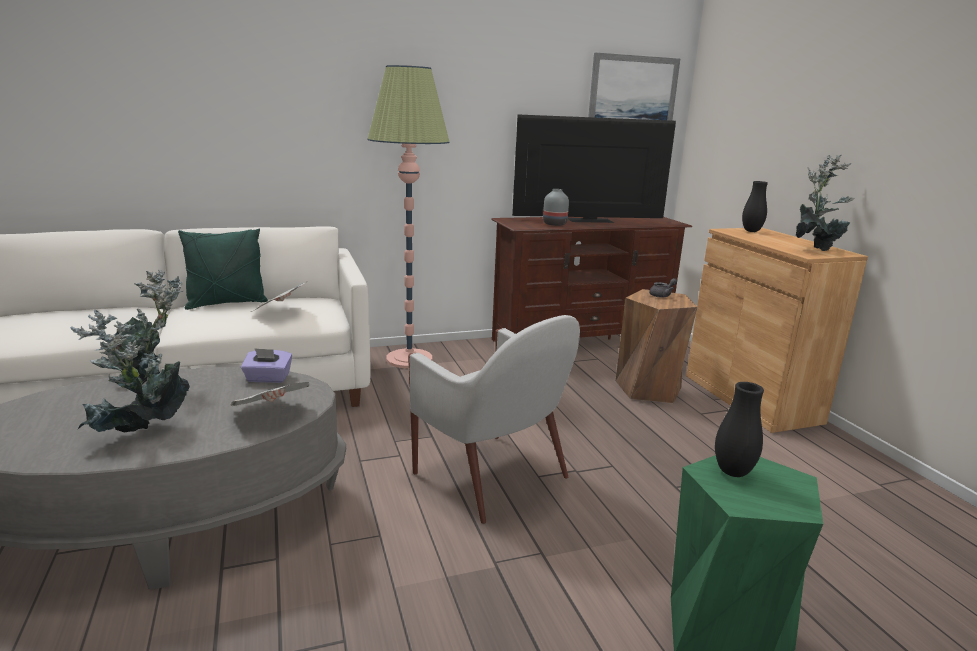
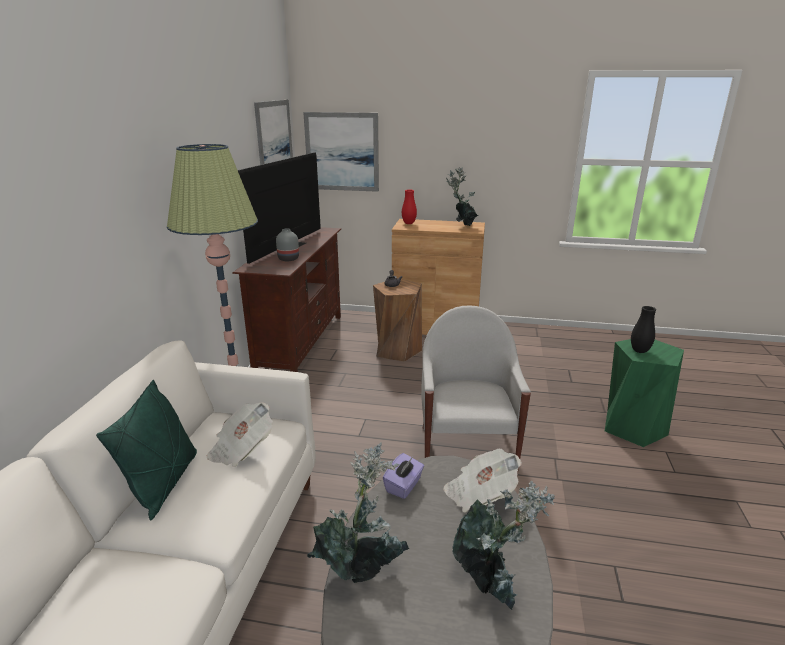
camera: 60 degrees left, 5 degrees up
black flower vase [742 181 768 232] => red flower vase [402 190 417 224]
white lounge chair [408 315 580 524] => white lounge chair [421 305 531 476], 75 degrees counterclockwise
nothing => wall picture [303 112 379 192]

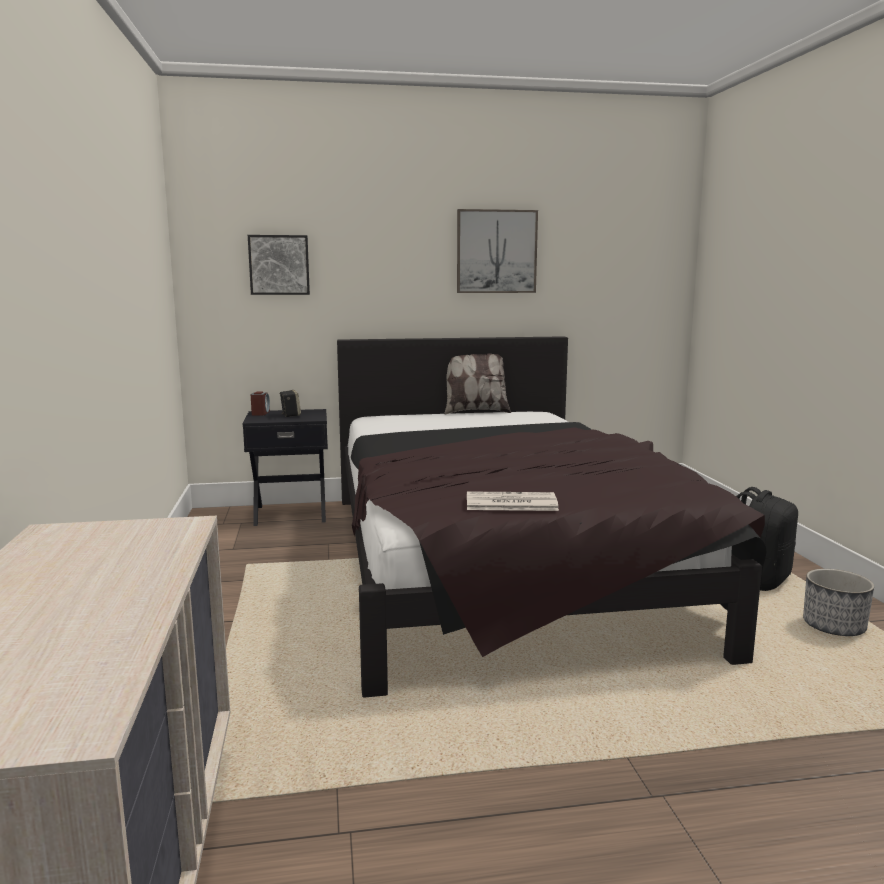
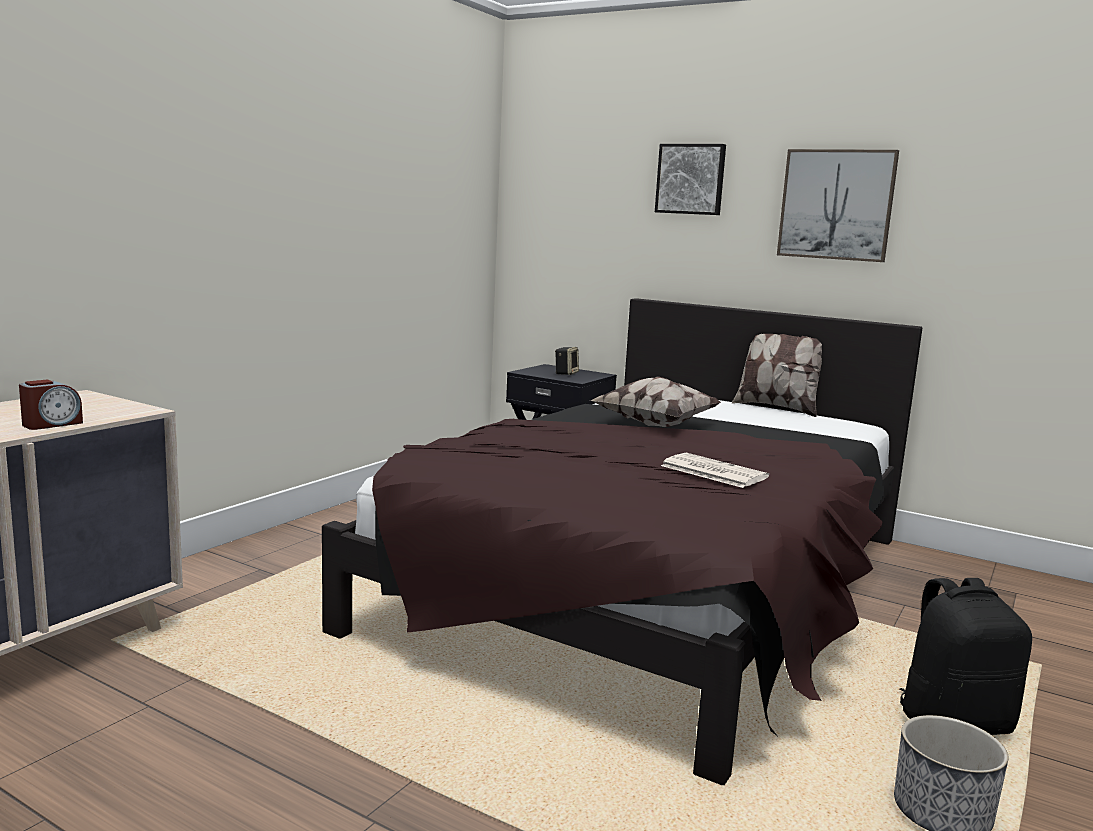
camera: 40 degrees right, 0 degrees up
wall picture [248 235 310 295] => wall picture [655 144 726 215], relocated
bedside clock [251 392 270 416] => bedside clock [19 379 83 430], relocated
newspaper [467 491 559 511] => newspaper [661 453 769 488], relocated
nothing => cushion [589 377 721 427]

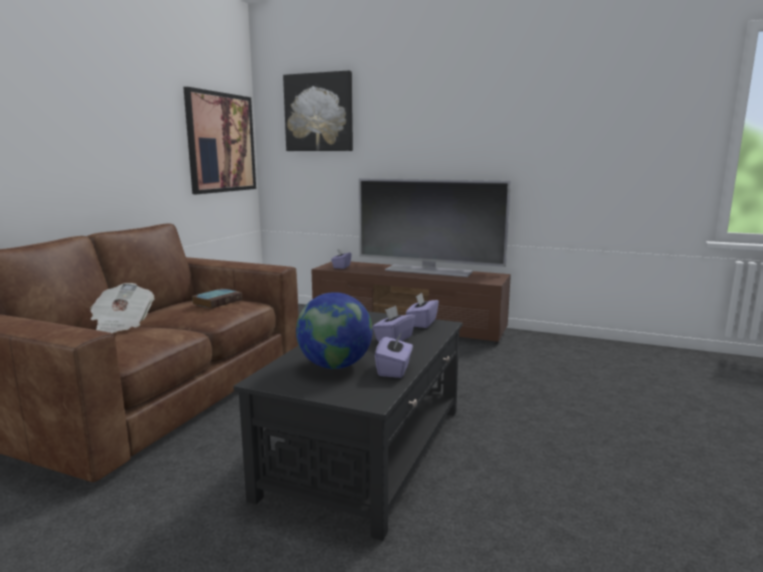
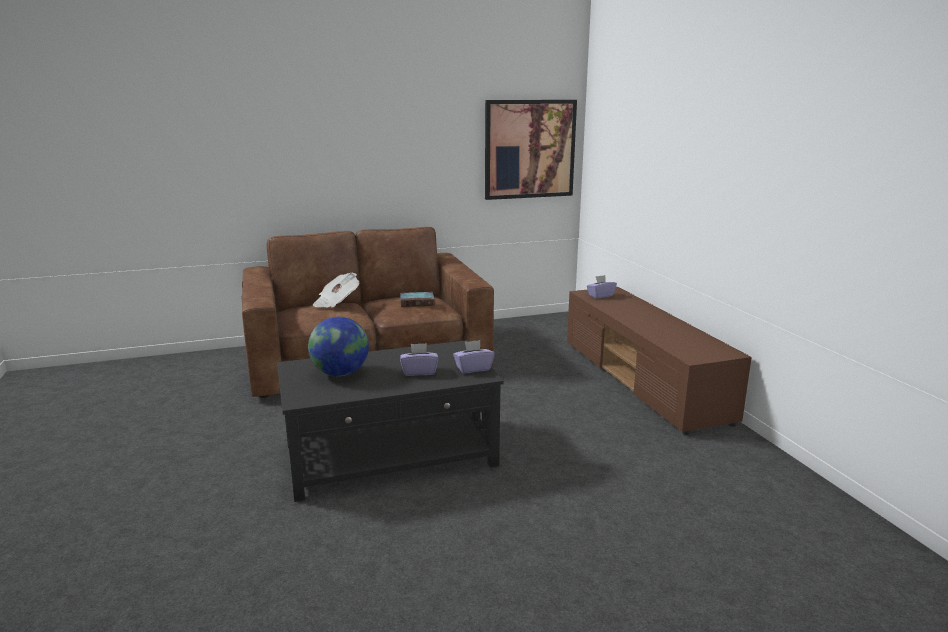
camera: 50 degrees right, 5 degrees up
wall picture [283 70 353 151] => nothing
TV set [359 178 511 277] => nothing
purple-coloured box of tissues [375 332 413 378] => nothing

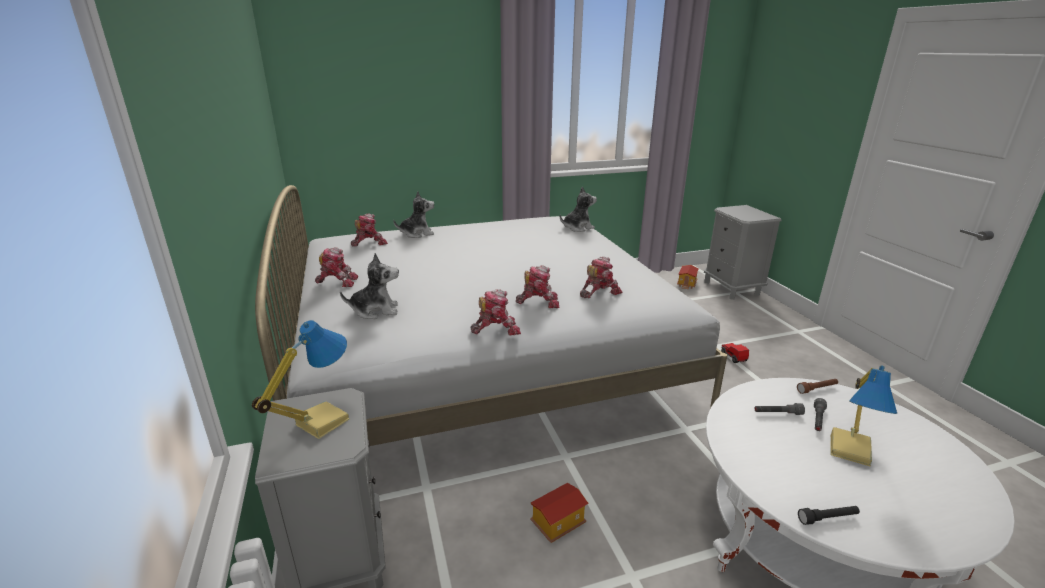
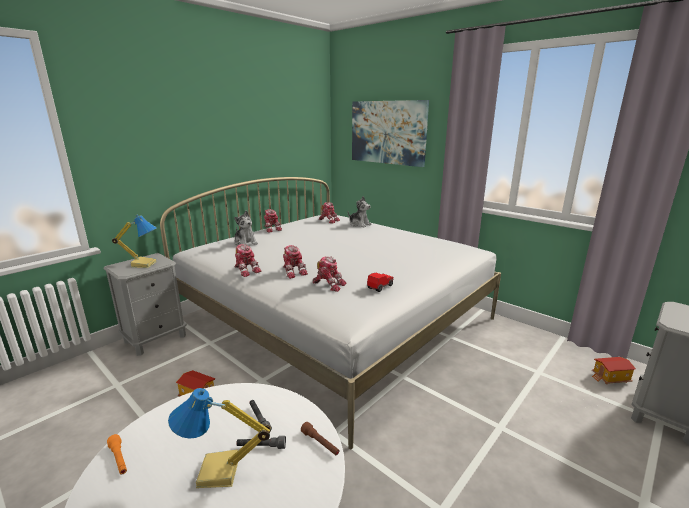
camera: 60 degrees right, 5 degrees down
soft toy [560 186 597 232] => nothing
model car [721 343 749 363] => model car [367 273 394 292], relocated
black torch [798 506 860 525] => orange-coloured torch [107 434 127 475]
nothing => wall picture [352 100 429 167]

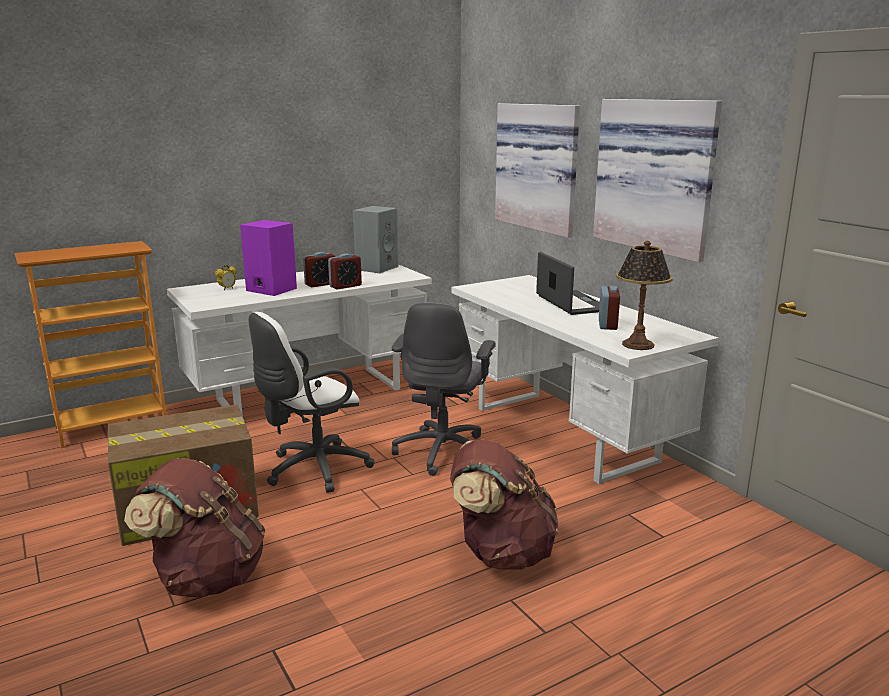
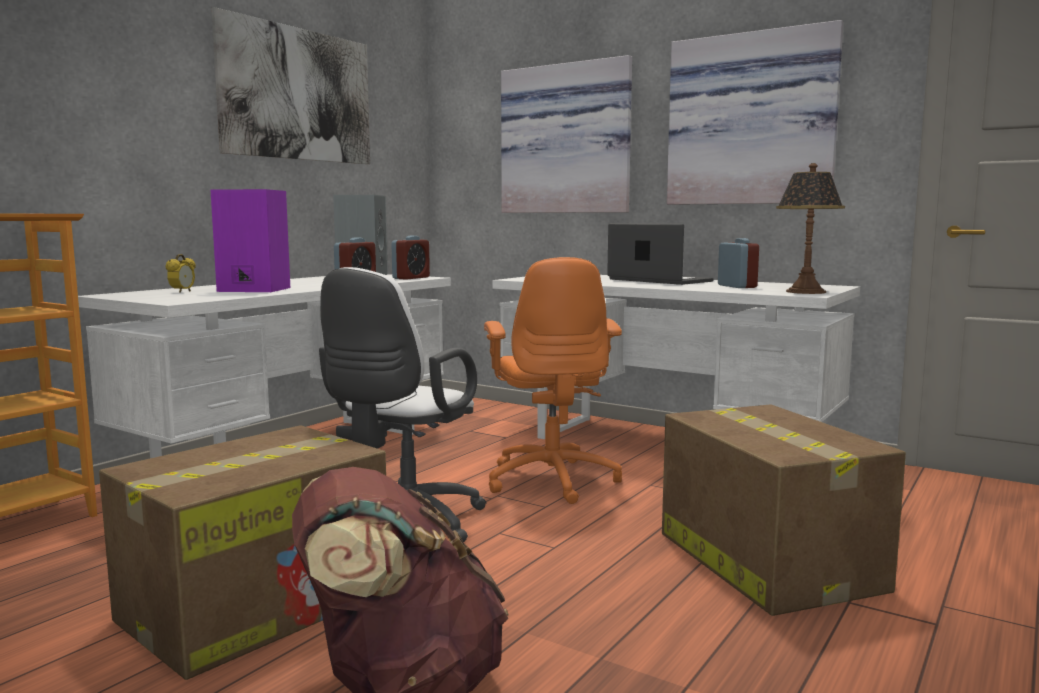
camera: 25 degrees left, 10 degrees down
bedside clock [303 252 335 287] => bedside clock [391 236 430 280], relocated
grey office chair [392 302 496 476] => orange-coloured office chair [484 257 622 504]
brownish backpack [450 439 559 570] => packing box [662 404 906 616]
nothing => wall picture [211 7 370 164]

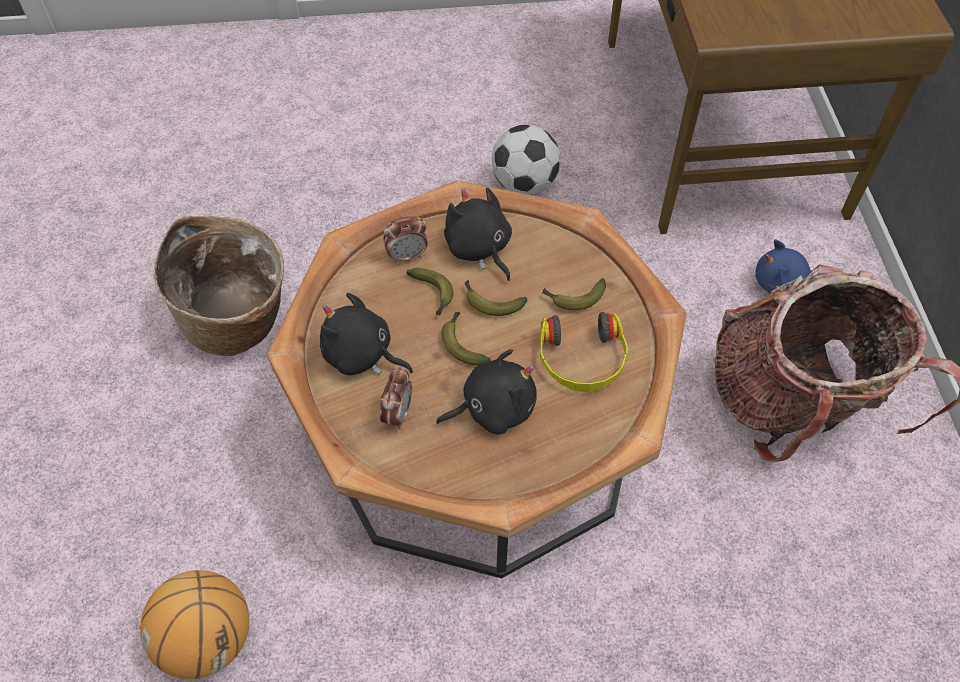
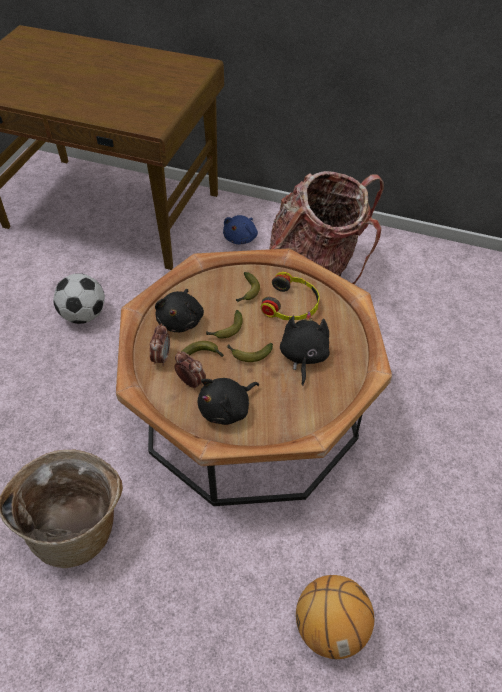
camera: 65 degrees left, 5 degrees down
black soft toy [444 188 512 281] => black soft toy [155 289 204 332], 75 degrees counterclockwise
bedside clock [380 367 412 429] => bedside clock [174 351 206 390], relocated

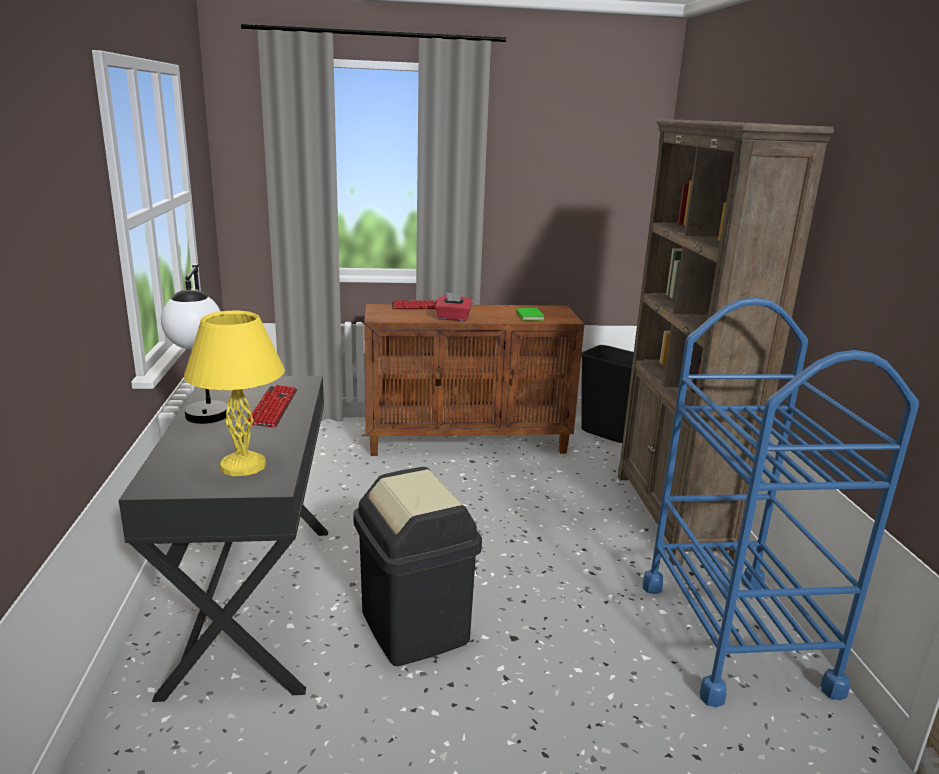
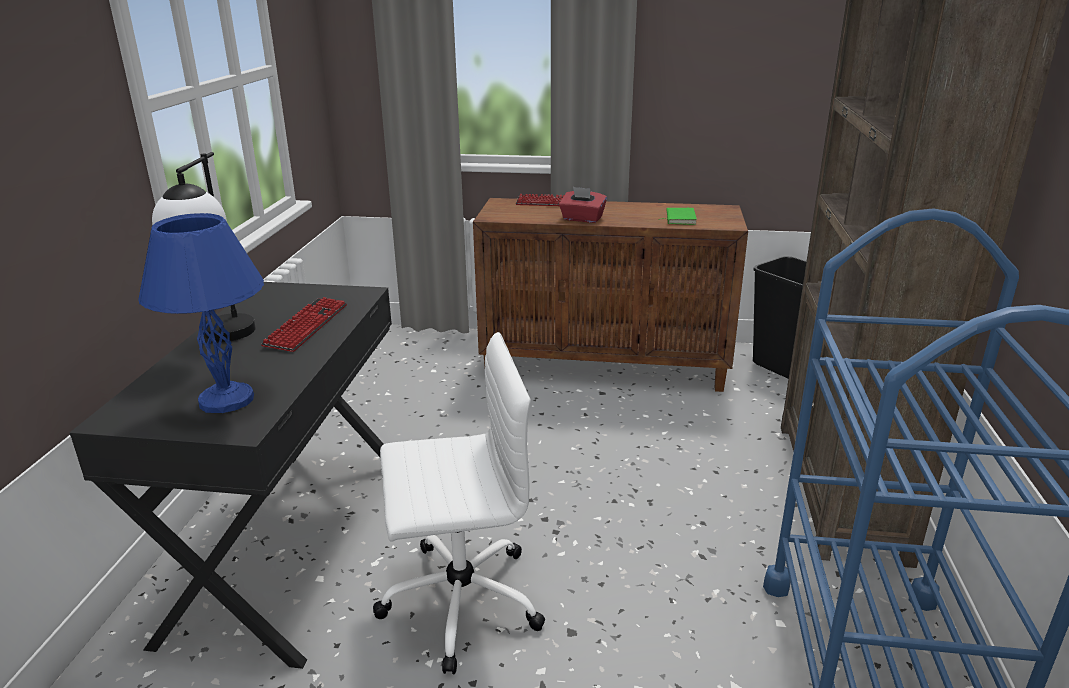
camera: 15 degrees right, 5 degrees up
yellowish lamp for a table [184 311 285 476] => blue-coloured lamp for a table [138 213 264 413]
black trash can [353 467 482 666] => white office chair [373 332 545 674]

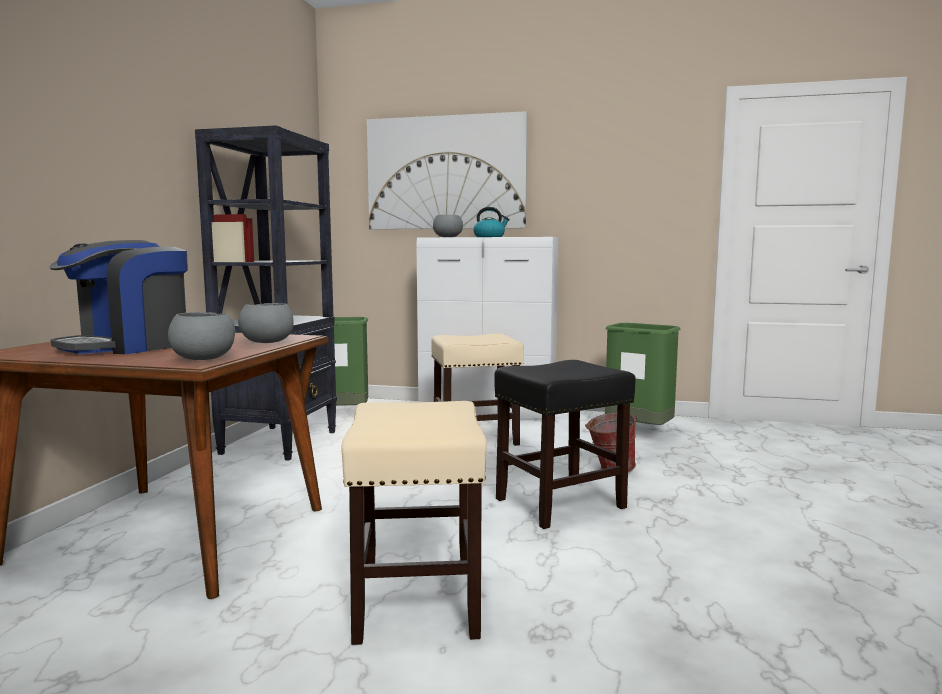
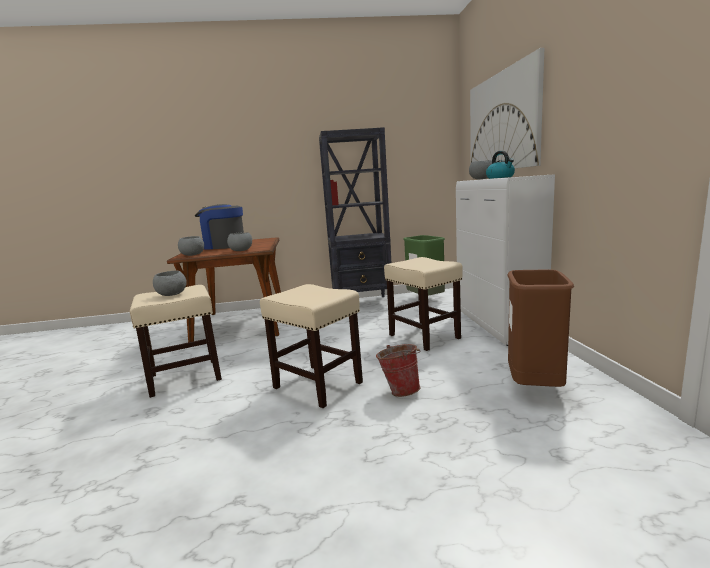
camera: 70 degrees right, 5 degrees up
green-coloured trash can [605 323 680 425] => brownish trash can [507 269 574 387]
black stool seat [495 360 636 529] => beige stool seat [260 284 363 408]
nothing => grey bowl [153 271 187 296]

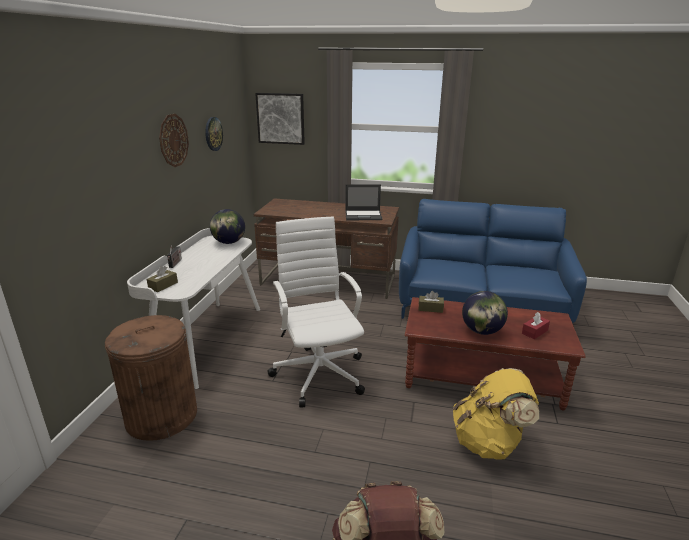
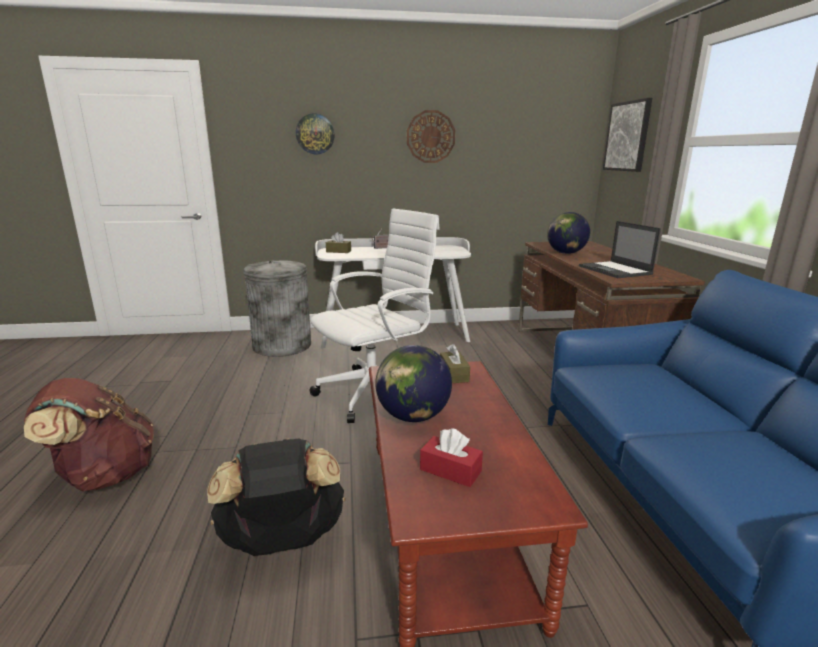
camera: 70 degrees right, 5 degrees down
hanging clock [205 117 223 151] => hanging clock [296 114 335 154], relocated
globe [210 209 245 244] => globe [547 212 590 254], relocated
brownish trash can [105 315 197 441] => grey trash can [244 260 311 357]
yellowish backpack [453 368 539 460] => black backpack [207 438 345 556]

